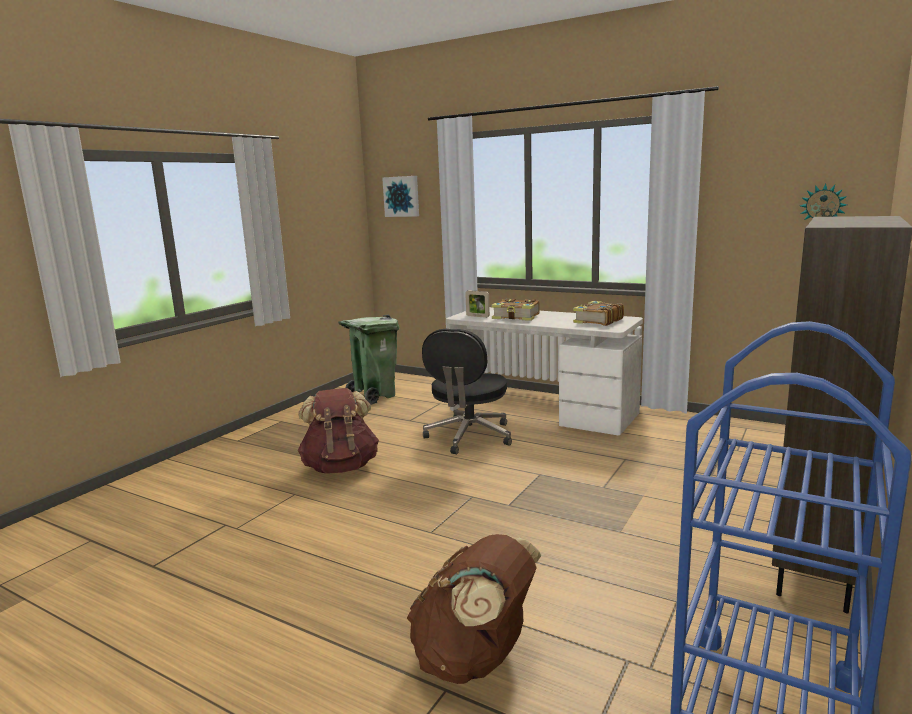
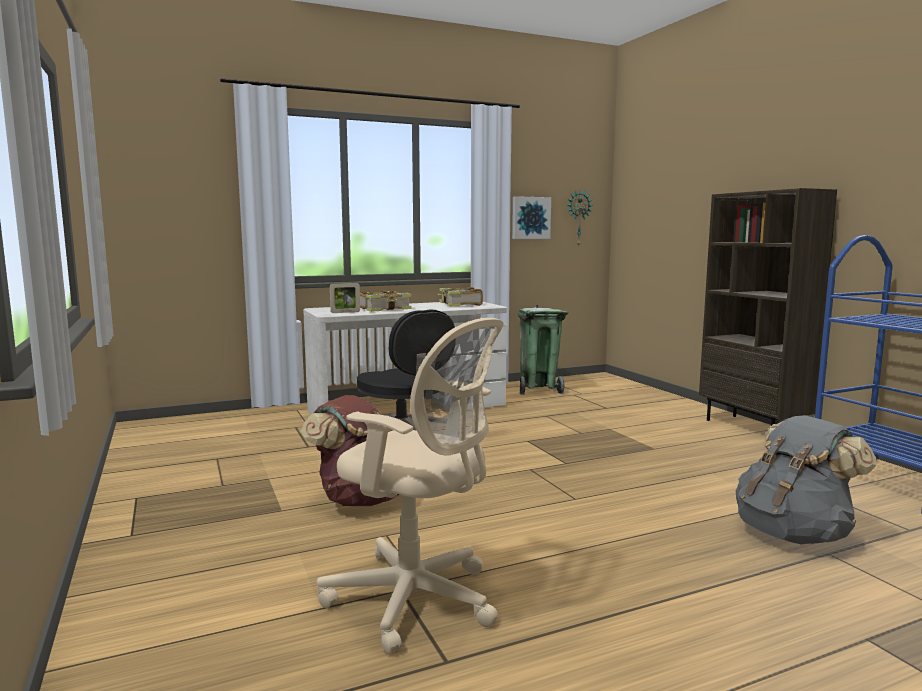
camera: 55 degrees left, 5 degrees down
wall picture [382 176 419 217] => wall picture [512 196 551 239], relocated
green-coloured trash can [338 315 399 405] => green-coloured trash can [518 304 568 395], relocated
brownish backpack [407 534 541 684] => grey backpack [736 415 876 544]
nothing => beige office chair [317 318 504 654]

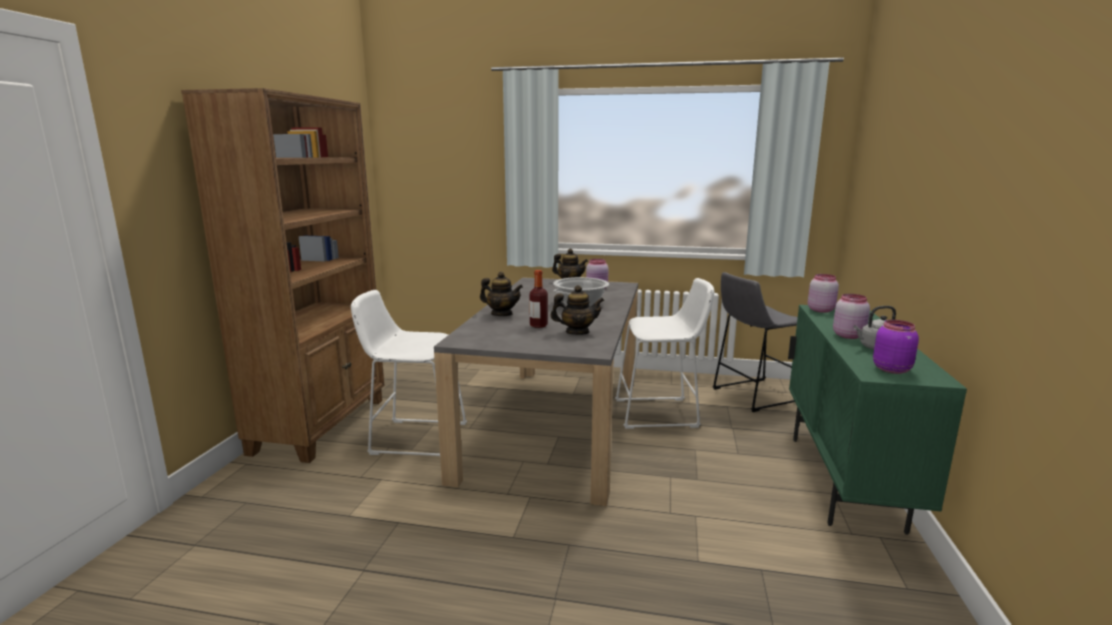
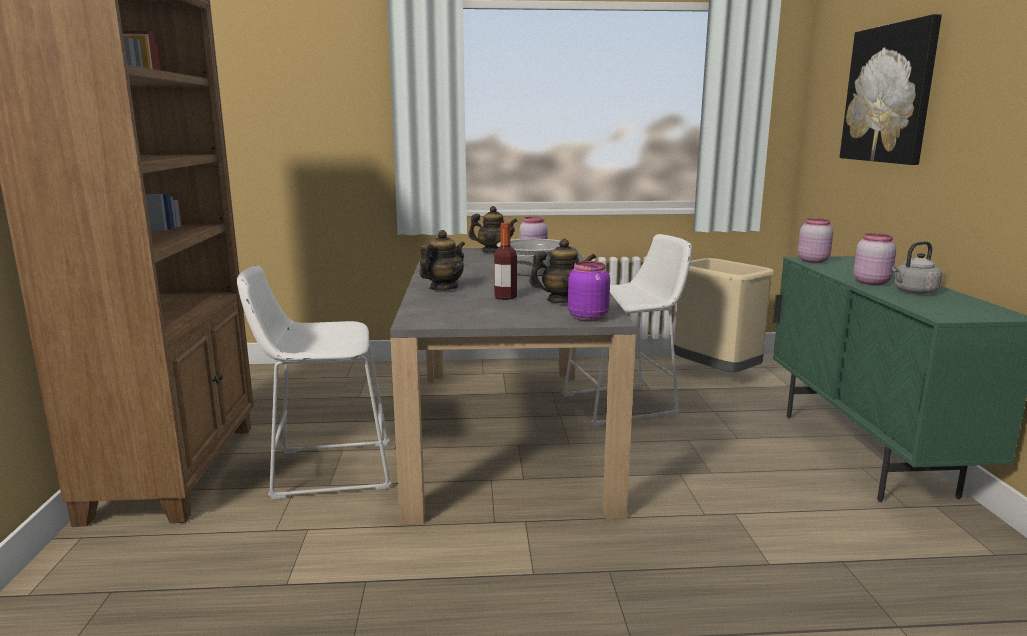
camera: 15 degrees left, 0 degrees up
teapot [480 272 523 316] => teapot [419 230 465 290], 60 degrees counterclockwise
grey stool seat [712 272 798 412] => beige trash can [674 258 774 372]
purple-coloured storage jar [873 320 919 374] => purple-coloured storage jar [568 261 610 322], relocated
nothing => wall picture [840 14 942 165]

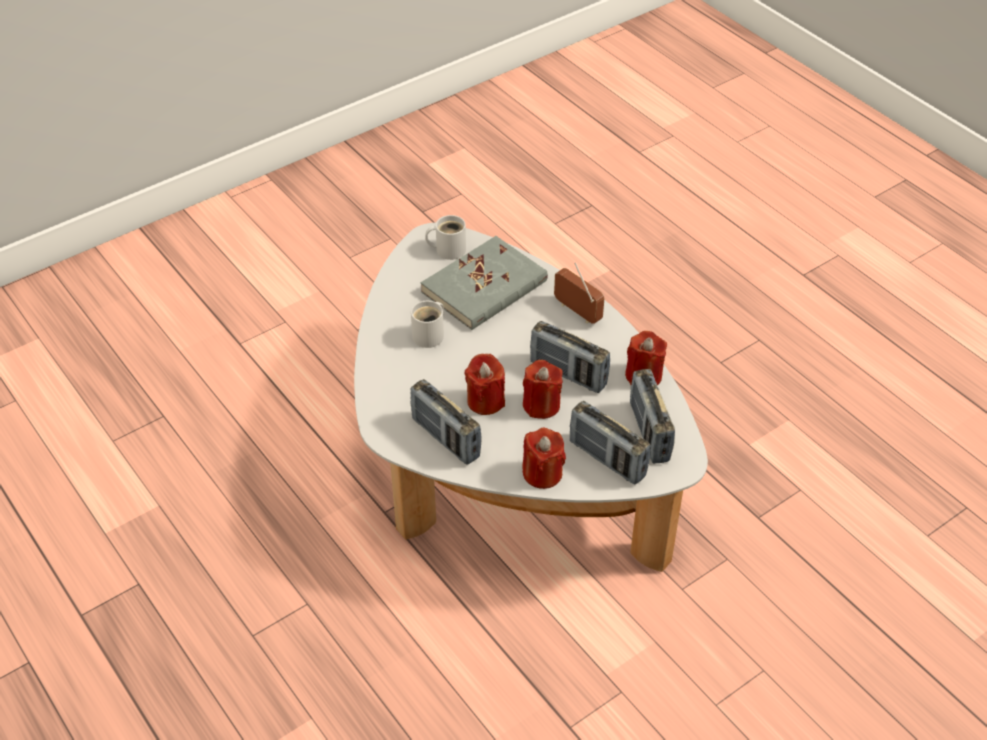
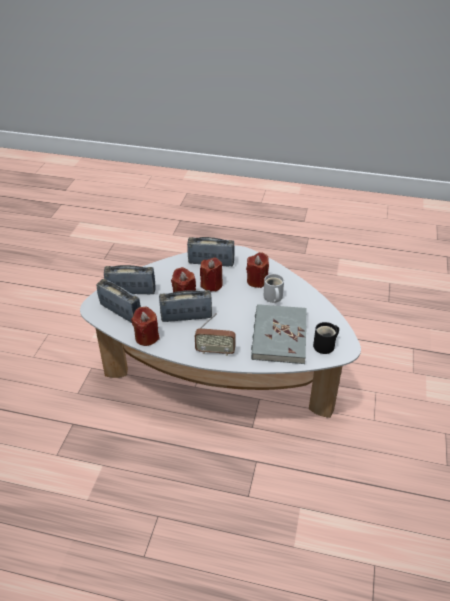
camera: 140 degrees right, 5 degrees down
white mug [425 215 466 260] => black mug [313 322 339 354]
red wax candle [522 428 566 489] => red wax candle [246 252 269 288], relocated

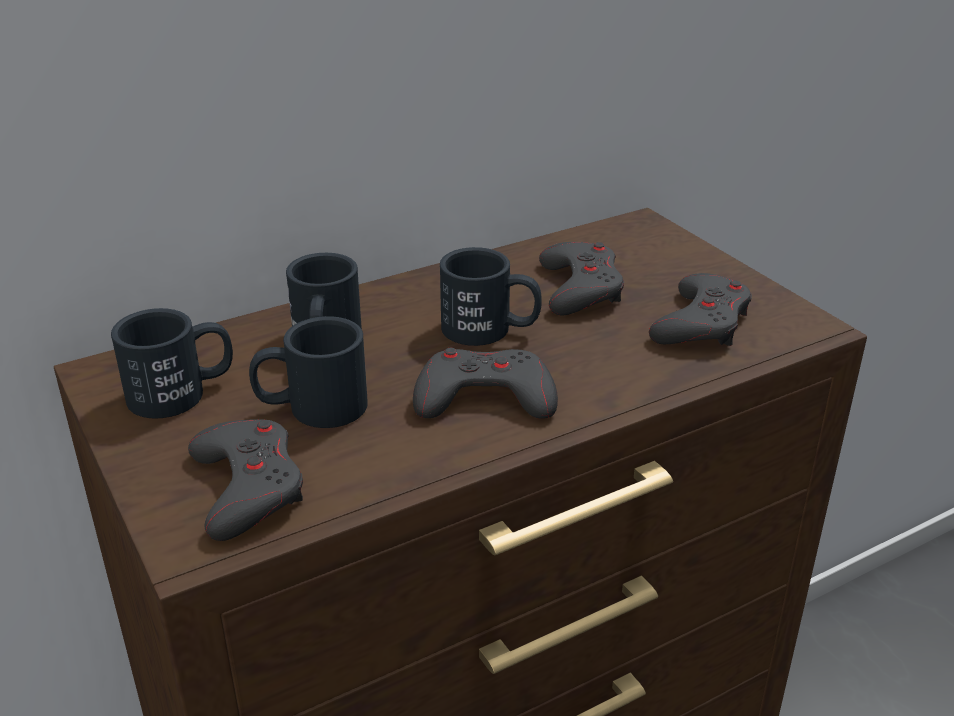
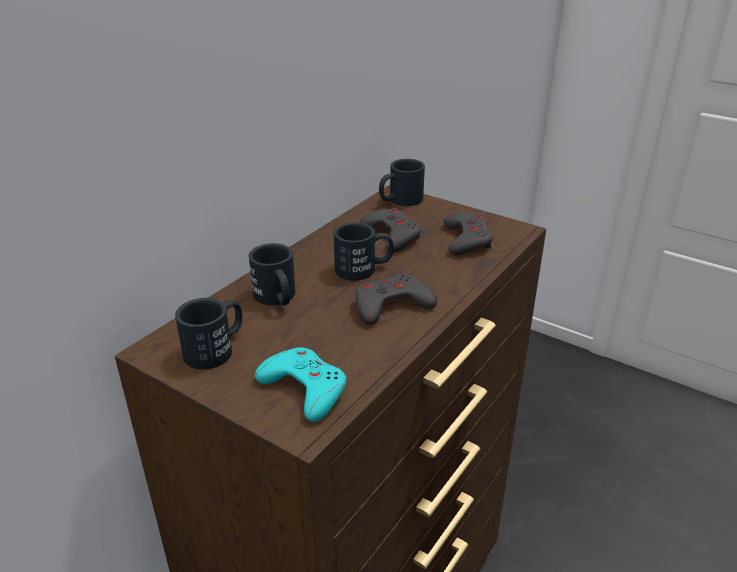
camera: 25 degrees left, 0 degrees up
black mug [249 316 368 428] => black mug [379 159 425 206], relocated
grey joypad [188 419 303 541] => turquoise joypad [255 347 347 422]

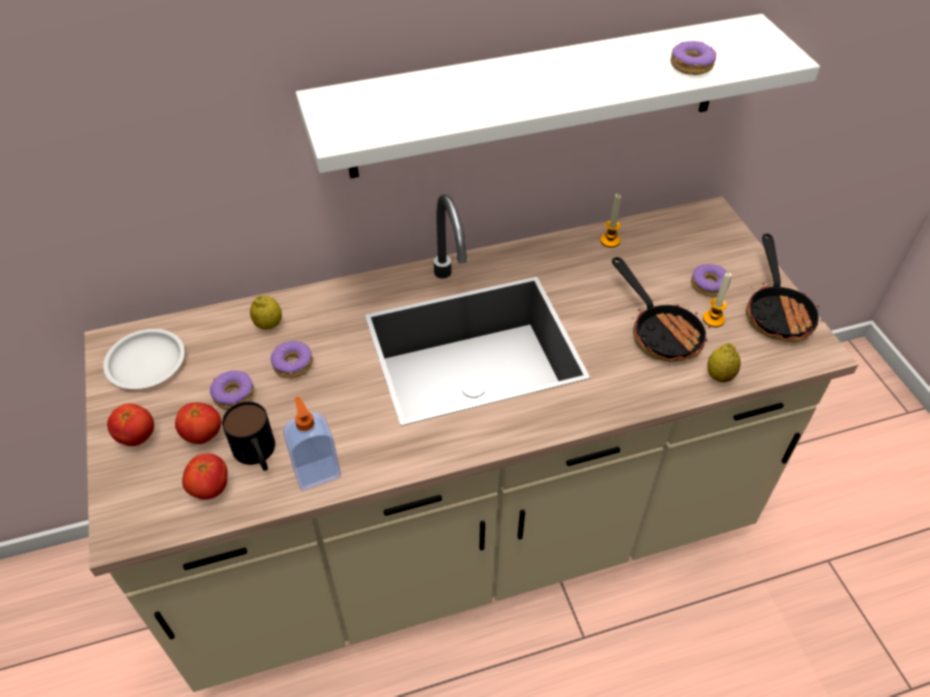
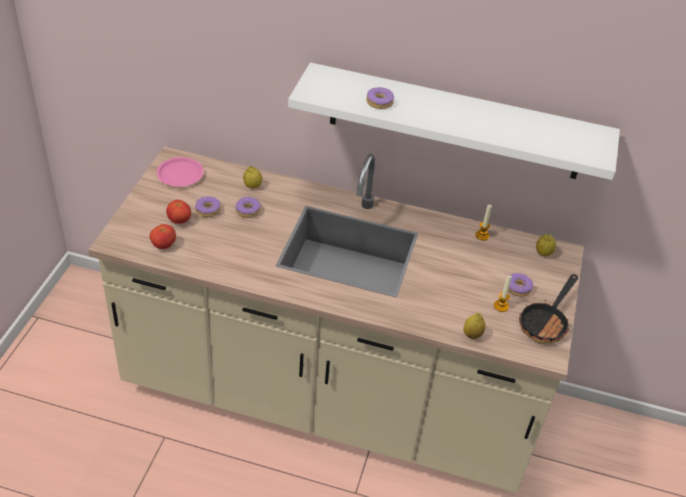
camera: 30 degrees right, 5 degrees down
ring doughnut [671 41 717 75] => ring doughnut [366 87 394 109], relocated
skillet [612 257 710 362] => nothing
white flat dish [103 329 185 389] => pink flat dish [156 157 203 187]
liquid soap bottle [283 396 341 491] => nothing
mug [222 402 275 471] => nothing
fresh tomato [107 404 154 446] => nothing
nothing => whole lemon [536 234 556 256]

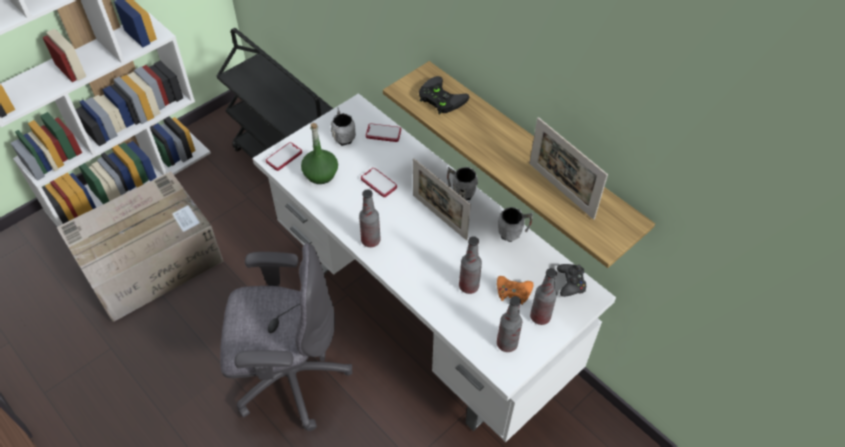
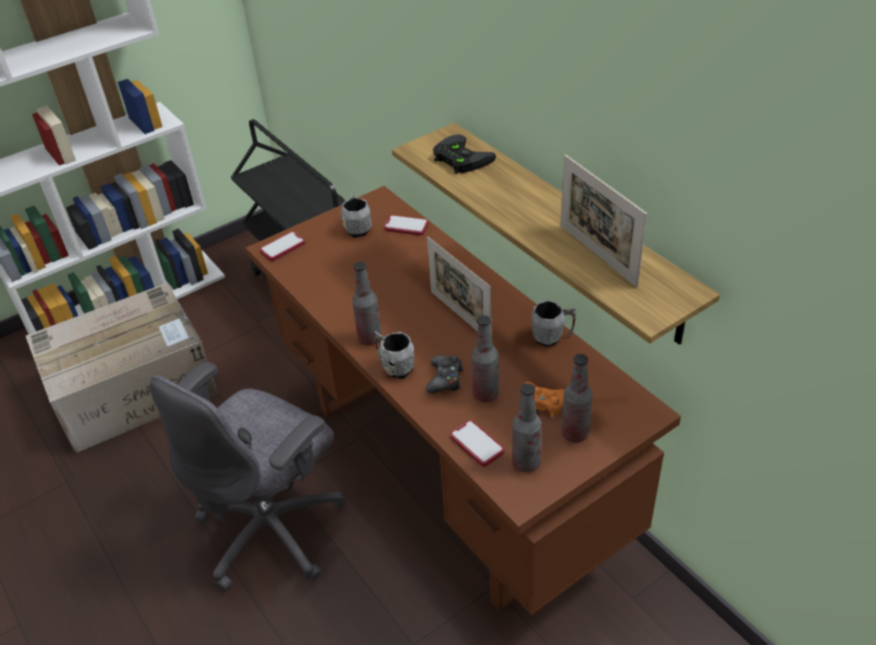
camera: 10 degrees right, 10 degrees down
white desk unit [252 93 616 442] => brownish desk unit [246 186 681 615]
green-coloured bottle [301 123 338 184] => nothing
grey mug [447 166 478 200] => grey mug [375 330 415 379], relocated
telephone [361 168 397 197] => telephone [450 420 504 467], relocated
grey office chair [220 243 352 431] => grey office chair [150 362 345 591], 120 degrees clockwise
black joypad [557 264 586 297] => black joypad [426 355 464 393], relocated

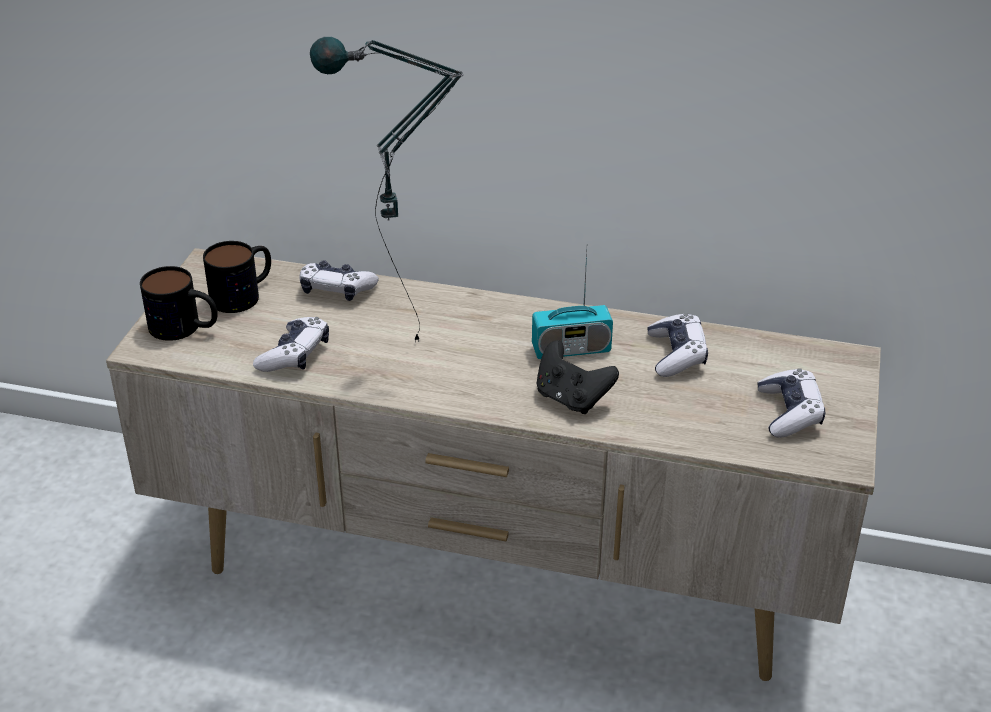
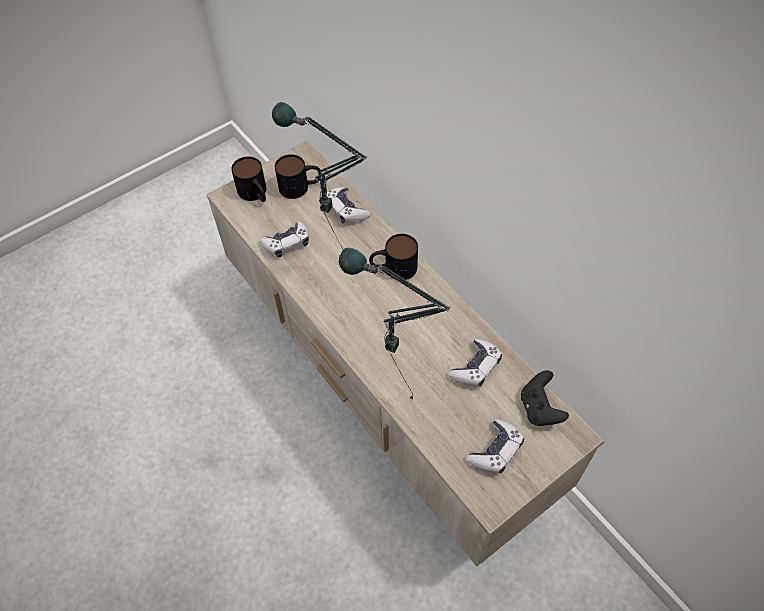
camera: 40 degrees right, 20 degrees up
radio receiver [532 251 613 359] => nothing
black joypad [537 340 619 414] => black joypad [521 370 569 426], relocated
nothing => mug [369 234 418 280]
nothing => lamp for a table [339 247 450 400]

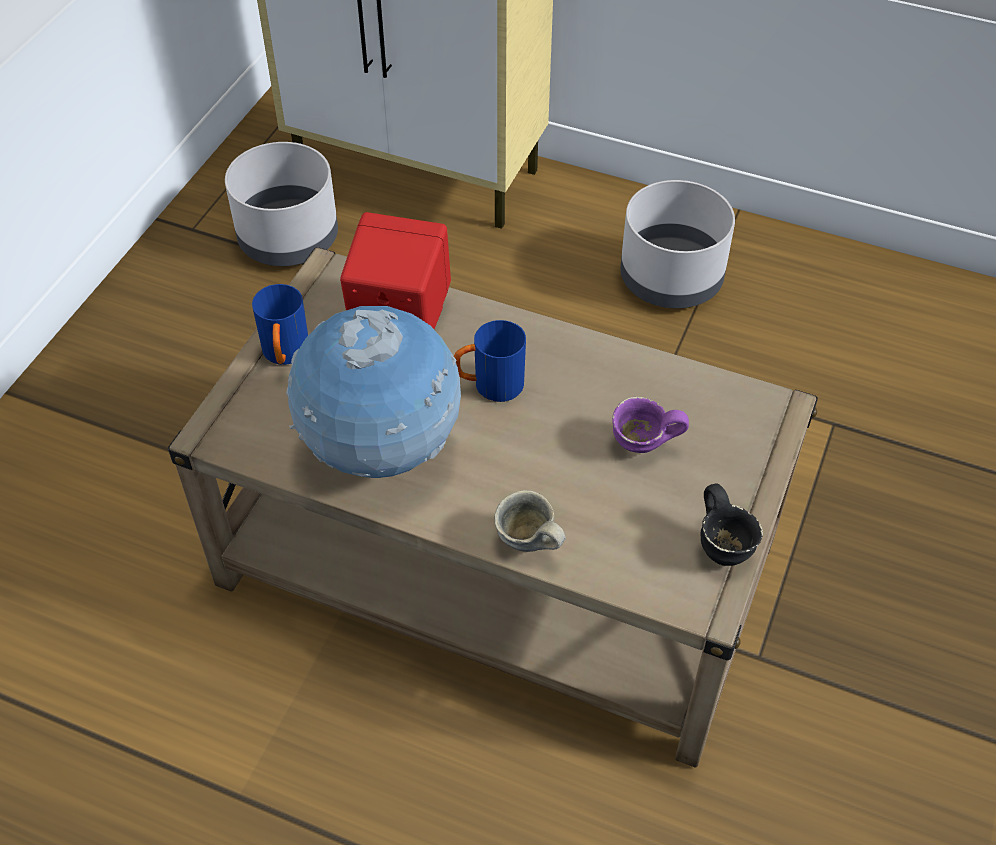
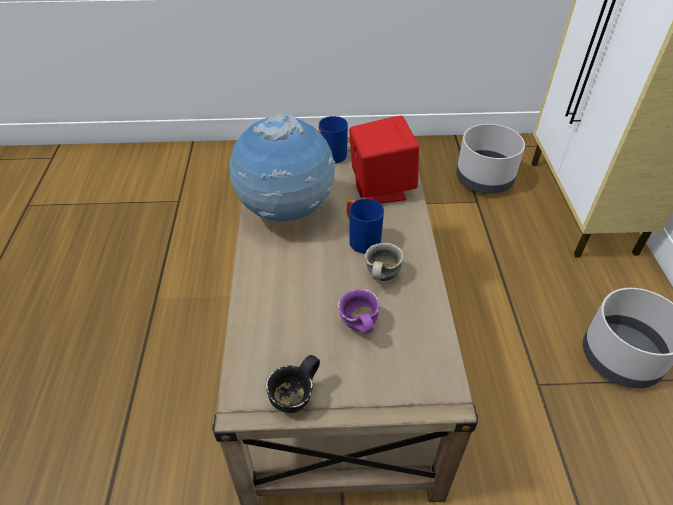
camera: 65 degrees right, 5 degrees down
grey mug [495 490 566 552] => grey mug [365 243 403 281], relocated

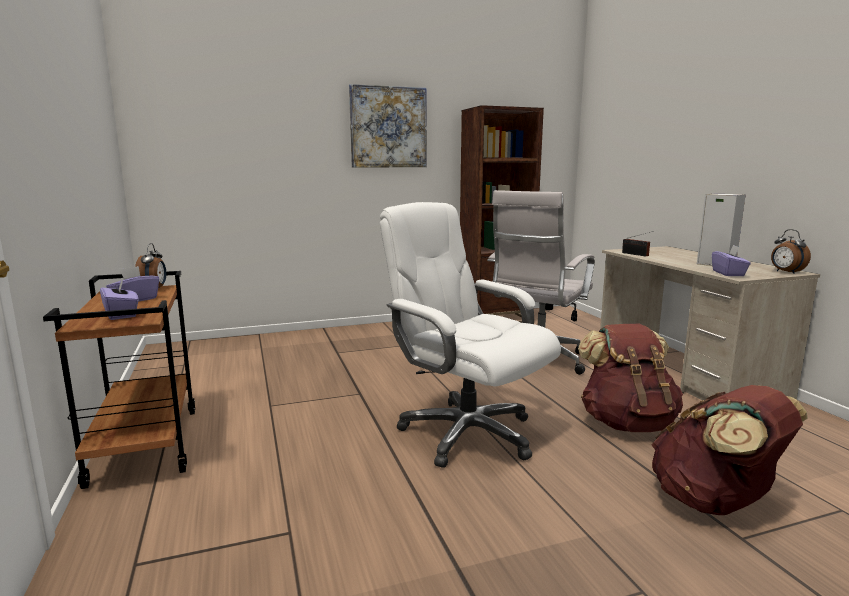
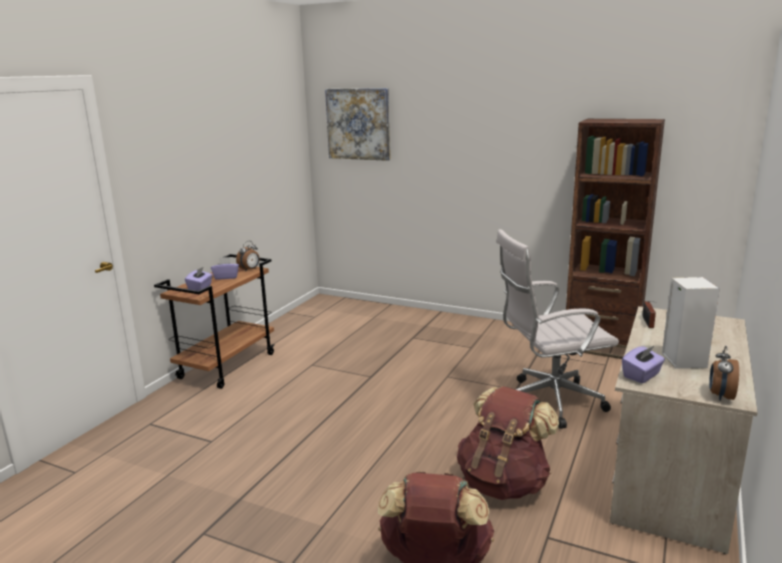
camera: 45 degrees right, 5 degrees up
wall picture [349 84 427 167] => wall picture [325 88 390 161], relocated
white office chair [380 202 561 468] => nothing

